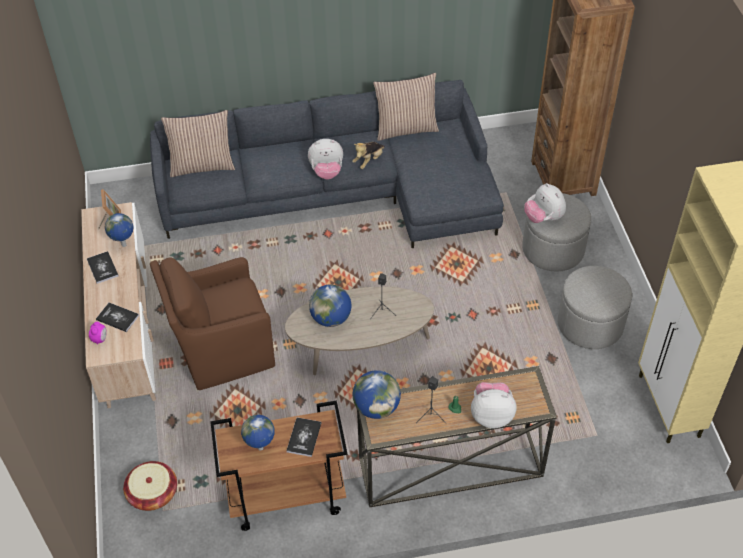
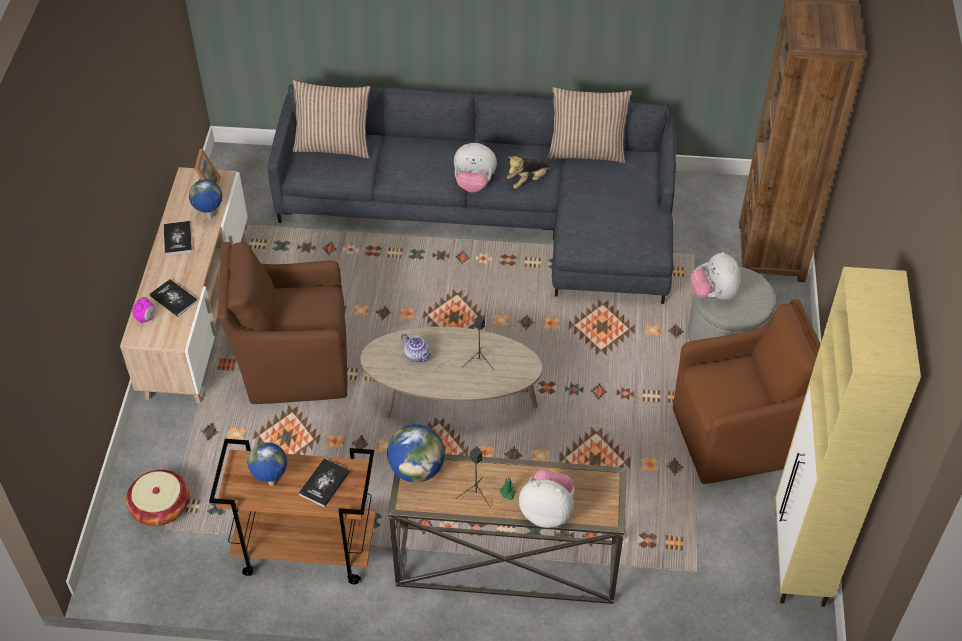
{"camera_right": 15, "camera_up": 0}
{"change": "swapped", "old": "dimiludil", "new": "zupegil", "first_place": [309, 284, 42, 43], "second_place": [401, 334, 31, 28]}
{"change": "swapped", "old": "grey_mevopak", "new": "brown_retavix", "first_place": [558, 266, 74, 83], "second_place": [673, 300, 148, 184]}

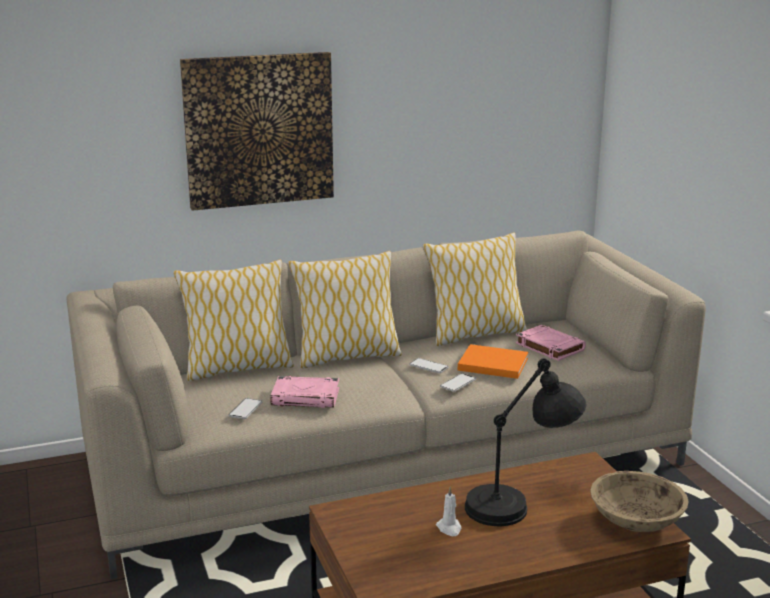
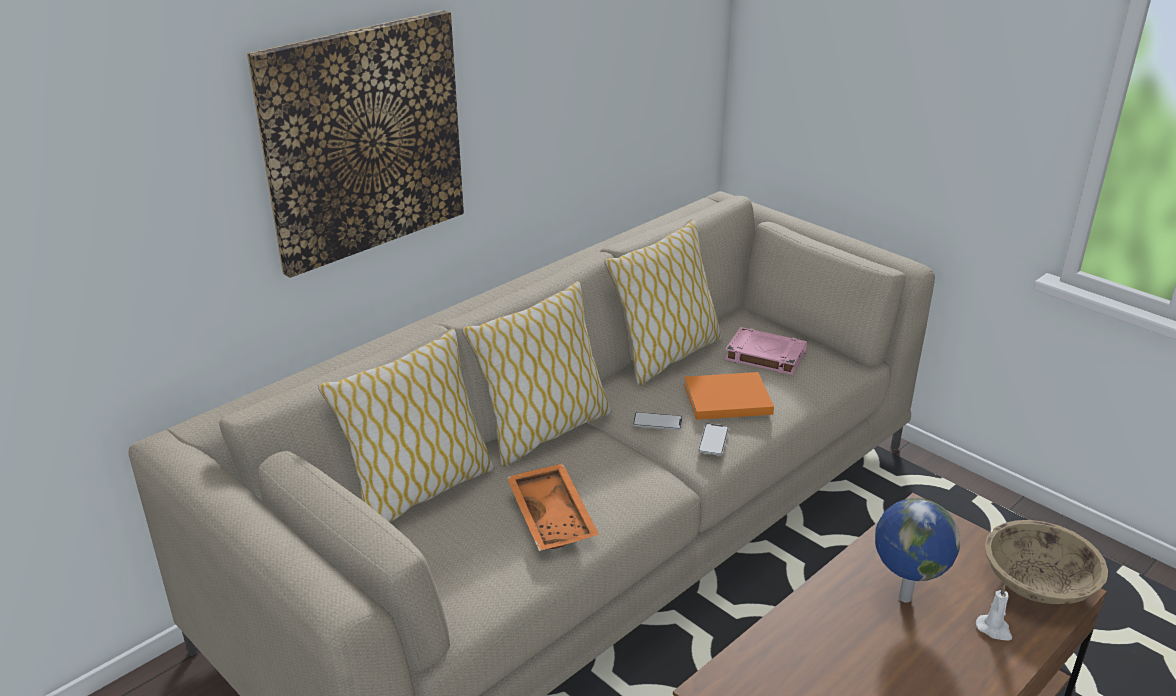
{"camera_right": -25, "camera_up": 10}
{"change": "gone", "old": "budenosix", "first_place": [228, 398, 34, 21]}
{"change": "swapped", "old": "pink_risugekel", "new": "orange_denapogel", "first_place": [270, 376, 69, 32], "second_place": [507, 463, 92, 88]}
{"change": "shifted", "old": "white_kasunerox", "first_place": [436, 487, 26, 49], "second_place": [976, 585, 36, 56]}
{"change": "swapped", "old": "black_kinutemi", "new": "dimiludil", "first_place": [465, 358, 122, 169], "second_place": [875, 498, 85, 105]}

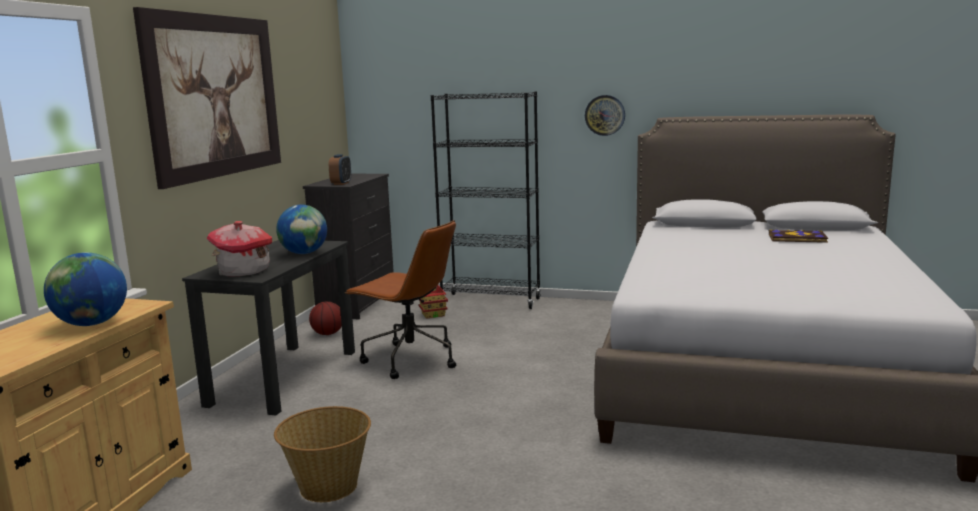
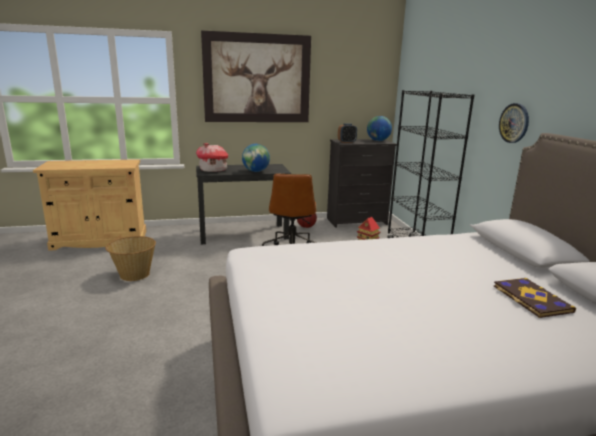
{"camera_right": 60, "camera_up": 5}
{"change": "shifted", "old": "dimiludil", "first_place": [44, 252, 83, 74], "second_place": [367, 116, 25, 25]}

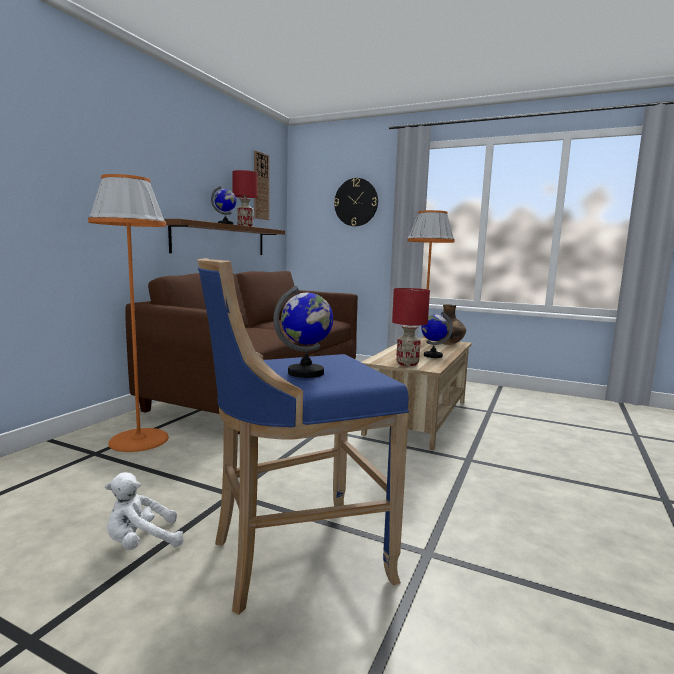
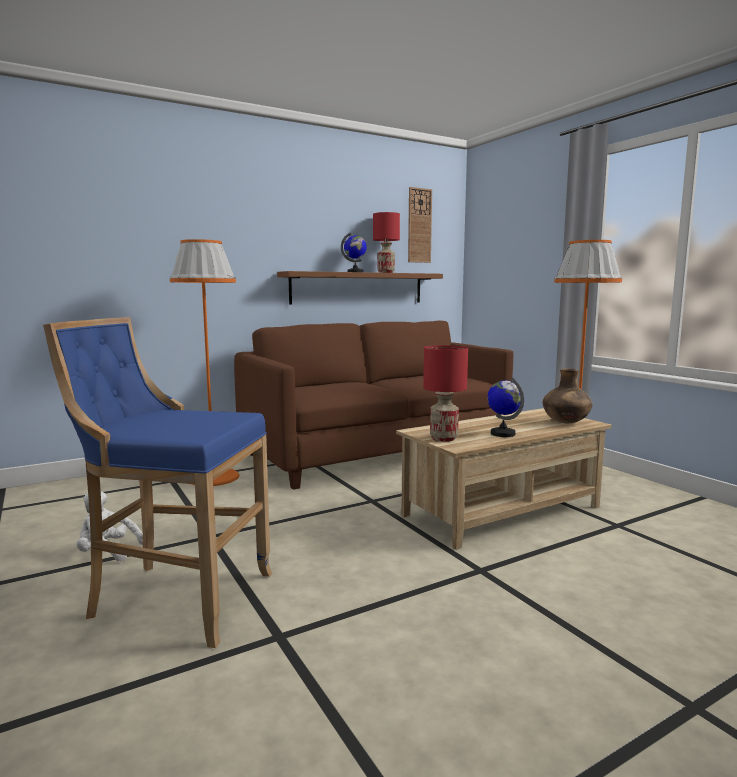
{"camera_right": 35, "camera_up": 0}
{"change": "gone", "old": "dimiludil", "first_place": [274, 286, 59, 92]}
{"change": "gone", "old": "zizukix", "first_place": [334, 178, 44, 48]}

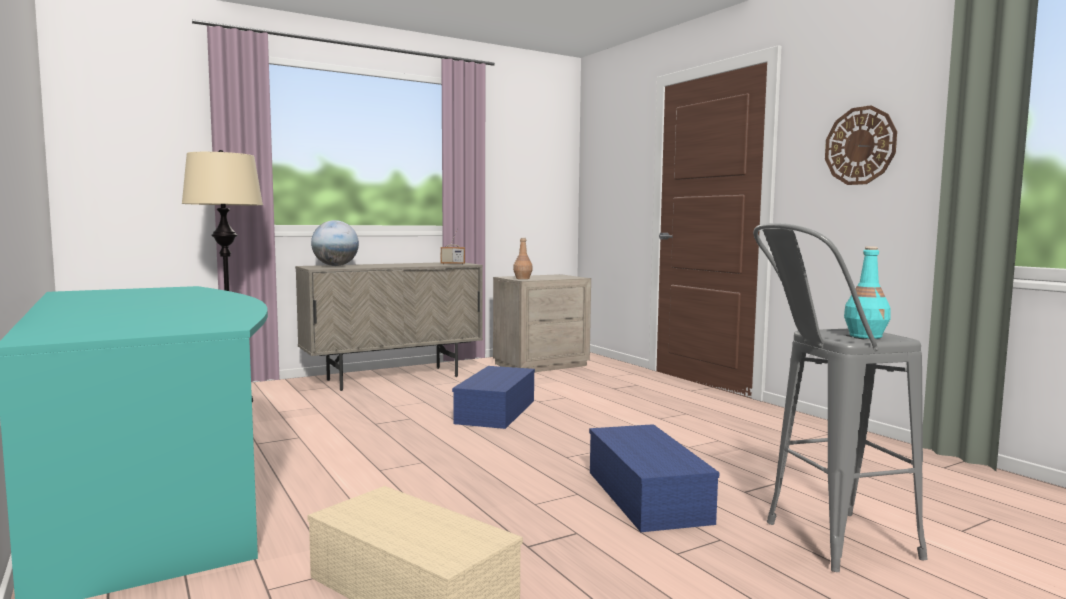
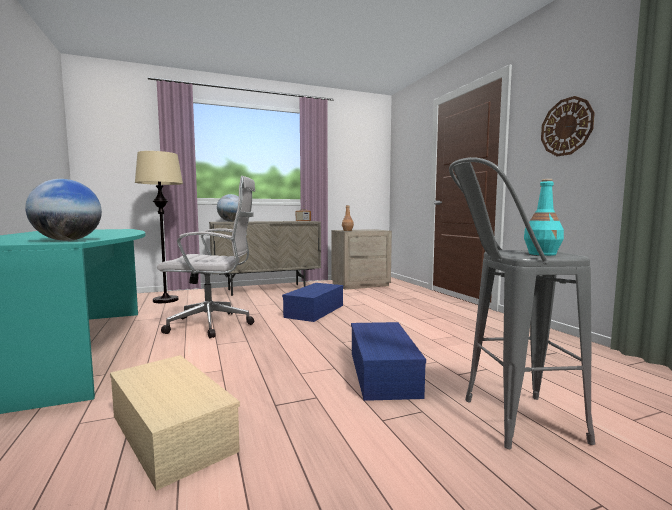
{"camera_right": 10, "camera_up": 0}
{"change": "new", "new": "dimiludil", "second_place": [25, 179, 77, 62]}
{"change": "new", "new": "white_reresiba", "second_place": [157, 176, 98, 162]}

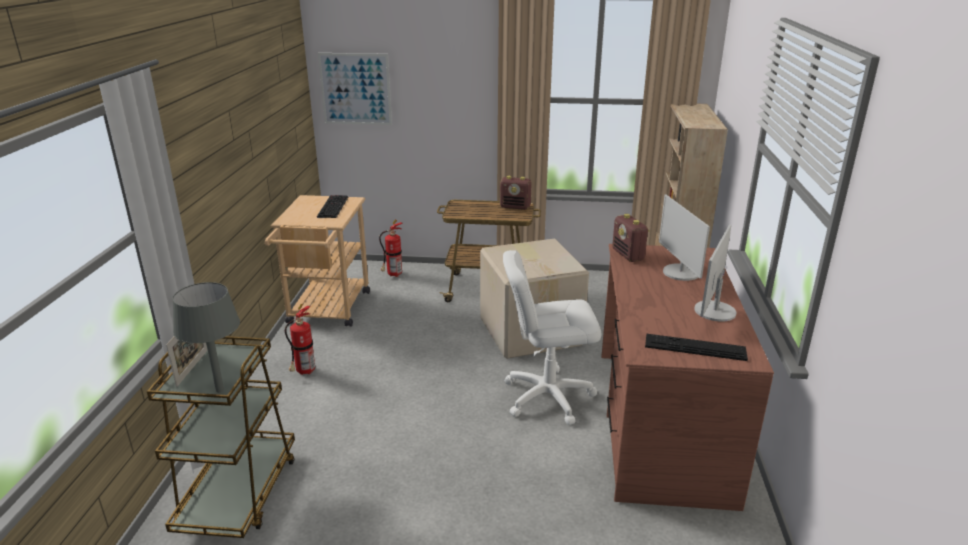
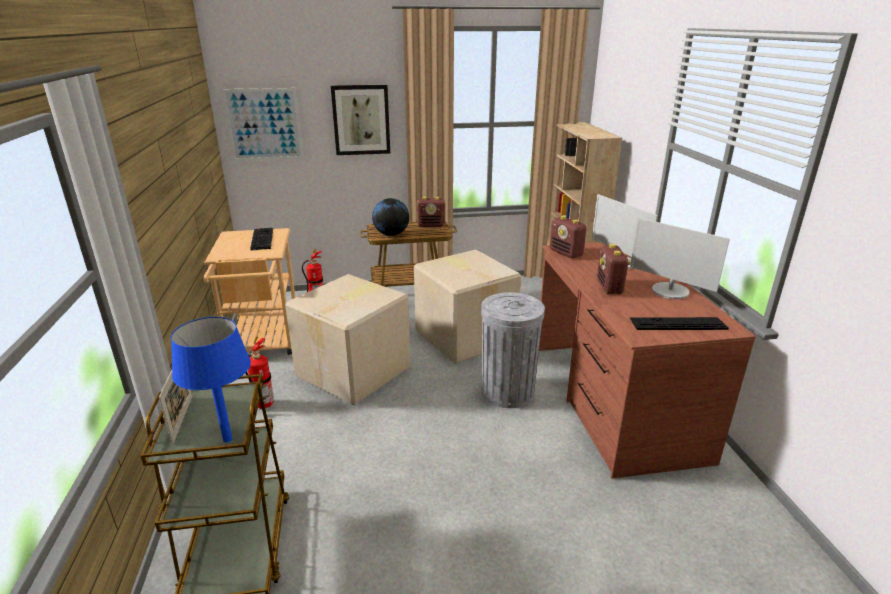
{"camera_right": -15, "camera_up": 0}
{"change": "repainted", "old": "grey_kinutemi", "new": "blue_kinutemi", "first_place": [172, 282, 68, 111], "second_place": [171, 317, 80, 125]}
{"change": "swapped", "old": "white_reresiba", "new": "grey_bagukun", "first_place": [503, 250, 98, 175], "second_place": [481, 292, 64, 116]}
{"change": "rotated", "old": "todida", "first_place": [695, 224, 41, 98], "second_place": [630, 218, 100, 81], "degrees": -60}
{"change": "new", "new": "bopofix", "second_place": [285, 274, 126, 131]}
{"change": "new", "new": "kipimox", "second_place": [331, 85, 59, 70]}
{"change": "new", "new": "dimiludil", "second_place": [372, 198, 37, 38]}
{"change": "new", "new": "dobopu", "second_place": [597, 244, 34, 50]}

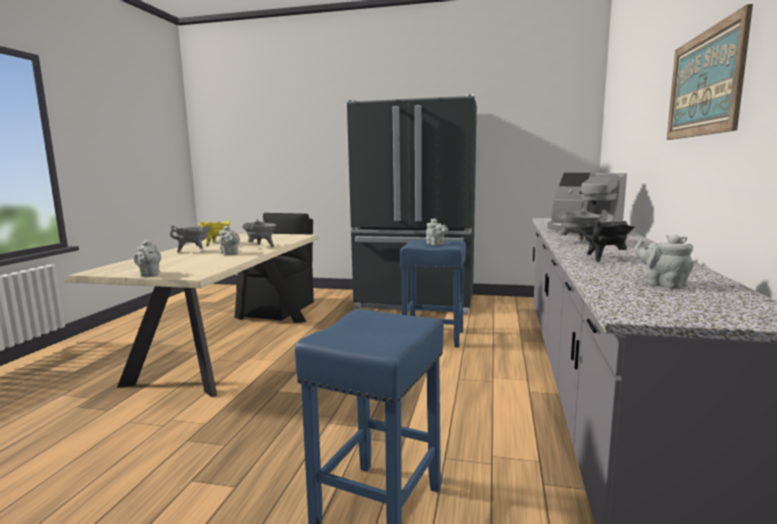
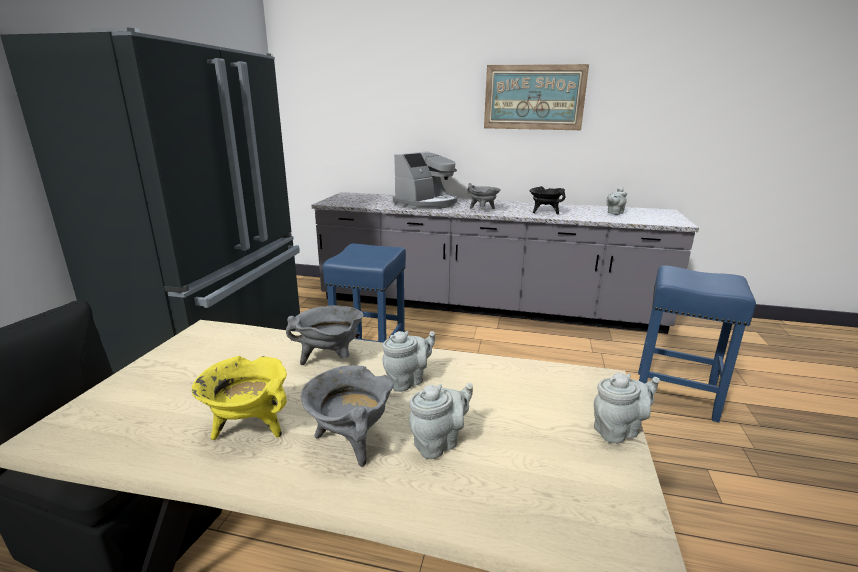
{"camera_right": -90, "camera_up": 10}
{"change": "shifted", "old": "grey_zupegil", "first_place": [426, 219, 22, 26], "second_place": [409, 383, 64, 76]}

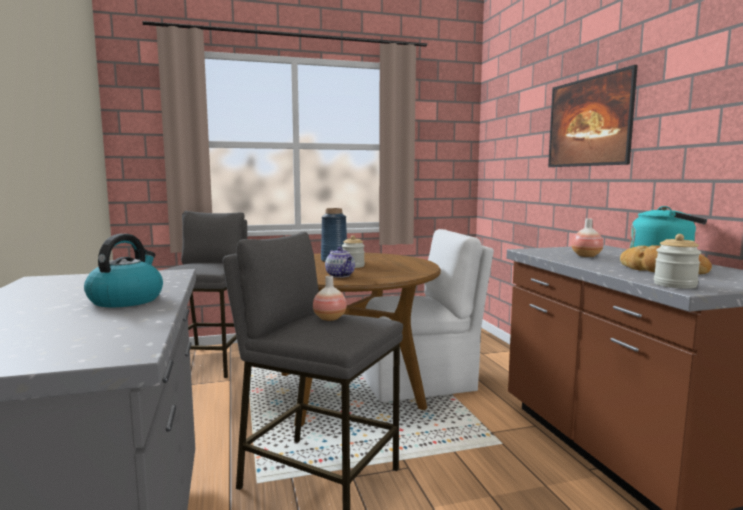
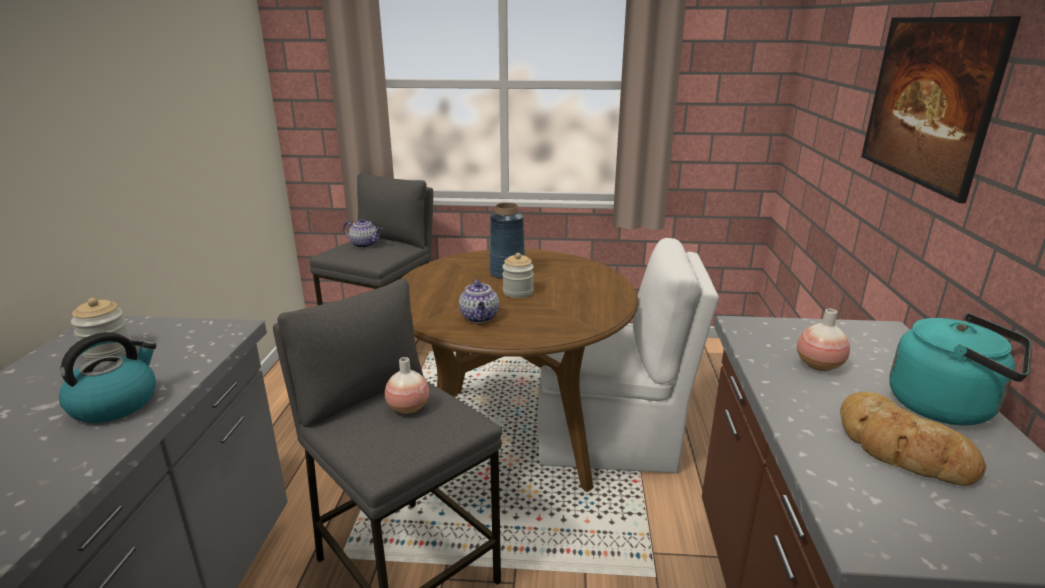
{"camera_right": 20, "camera_up": 15}
{"change": "shifted", "old": "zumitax", "first_place": [654, 234, 47, 55], "second_place": [71, 298, 60, 63]}
{"change": "new", "new": "zupegil", "second_place": [343, 218, 39, 30]}

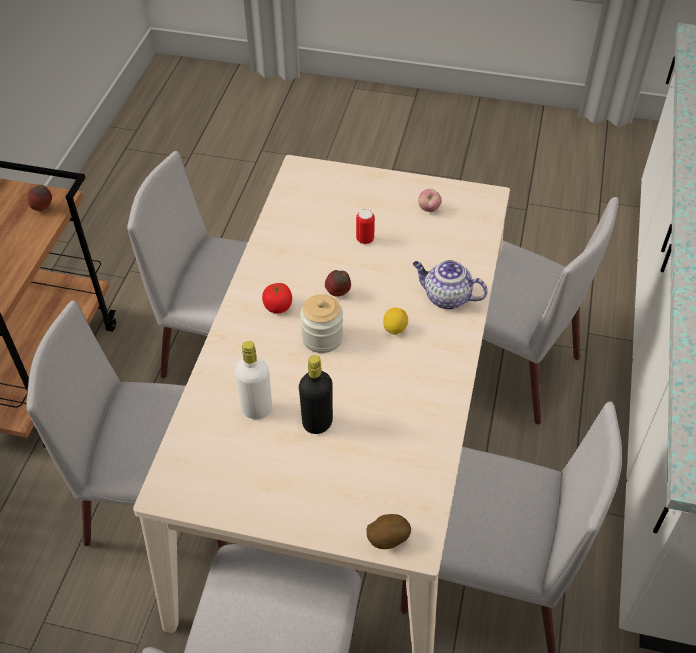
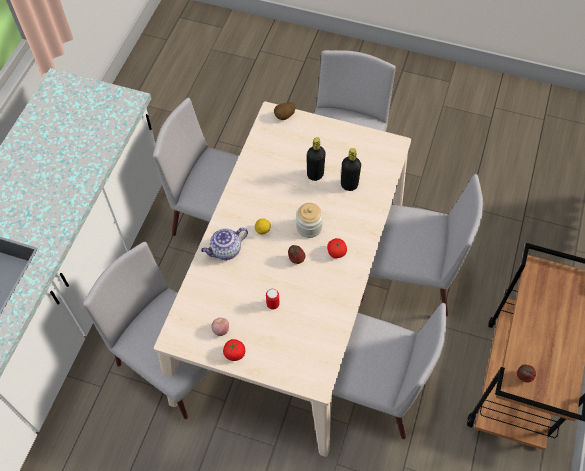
{"camera_right": -175, "camera_up": 10}
{"change": "repainted", "old": "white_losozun", "new": "black_losozun", "first_place": [234, 341, 38, 78], "second_place": [341, 148, 20, 43]}
{"change": "rotated", "old": "zupegil", "first_place": [413, 260, 75, 49], "second_place": [201, 227, 47, 33], "degrees": 120}
{"change": "new", "new": "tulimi", "second_place": [223, 339, 22, 22]}

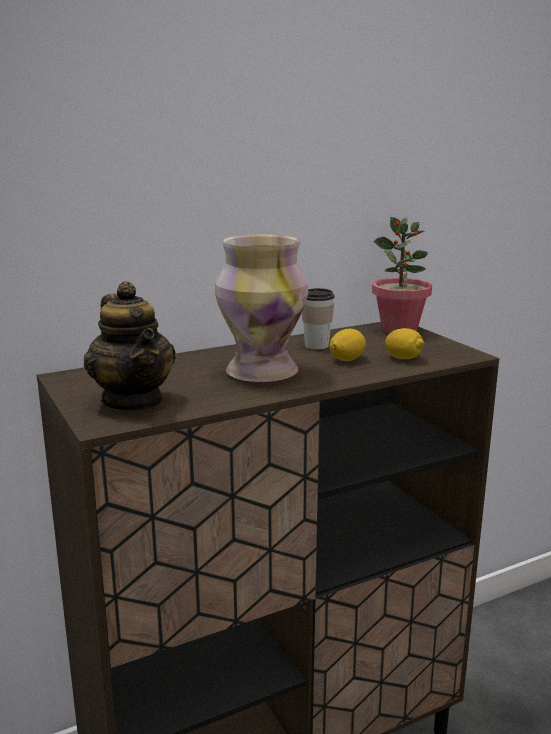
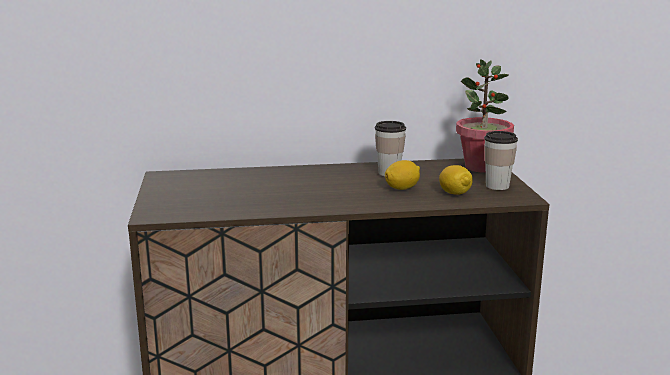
{"camera_right": 20, "camera_up": 0}
{"change": "gone", "old": "zupegil", "first_place": [84, 281, 92, 130]}
{"change": "gone", "old": "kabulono", "first_place": [215, 234, 93, 148]}
{"change": "new", "new": "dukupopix", "second_place": [484, 131, 34, 59]}

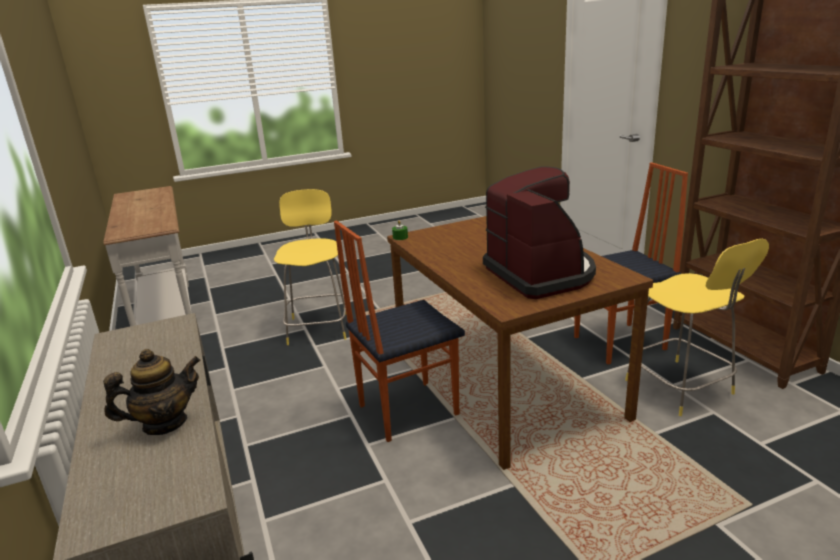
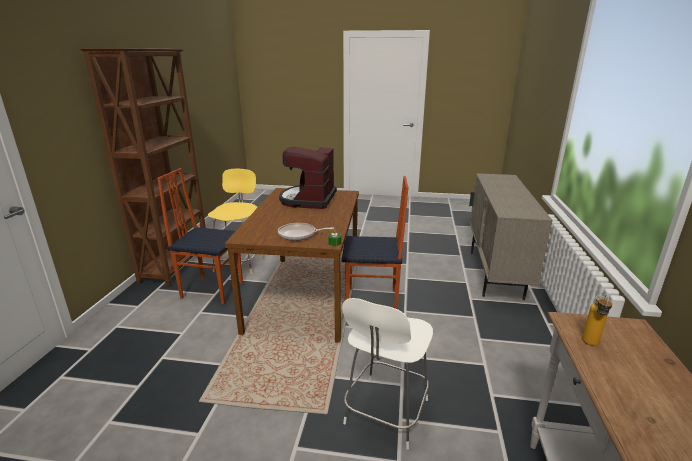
{"camera_right": -150, "camera_up": 0}
{"change": "gone", "old": "zupegil", "first_place": [103, 349, 98, 86]}
{"change": "repainted", "old": "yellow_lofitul", "new": "white_lofitul", "first_place": [274, 189, 72, 156], "second_place": [342, 298, 91, 152]}
{"change": "new", "new": "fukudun", "second_place": [278, 223, 56, 18]}
{"change": "new", "new": "losozun", "second_place": [582, 295, 30, 51]}

